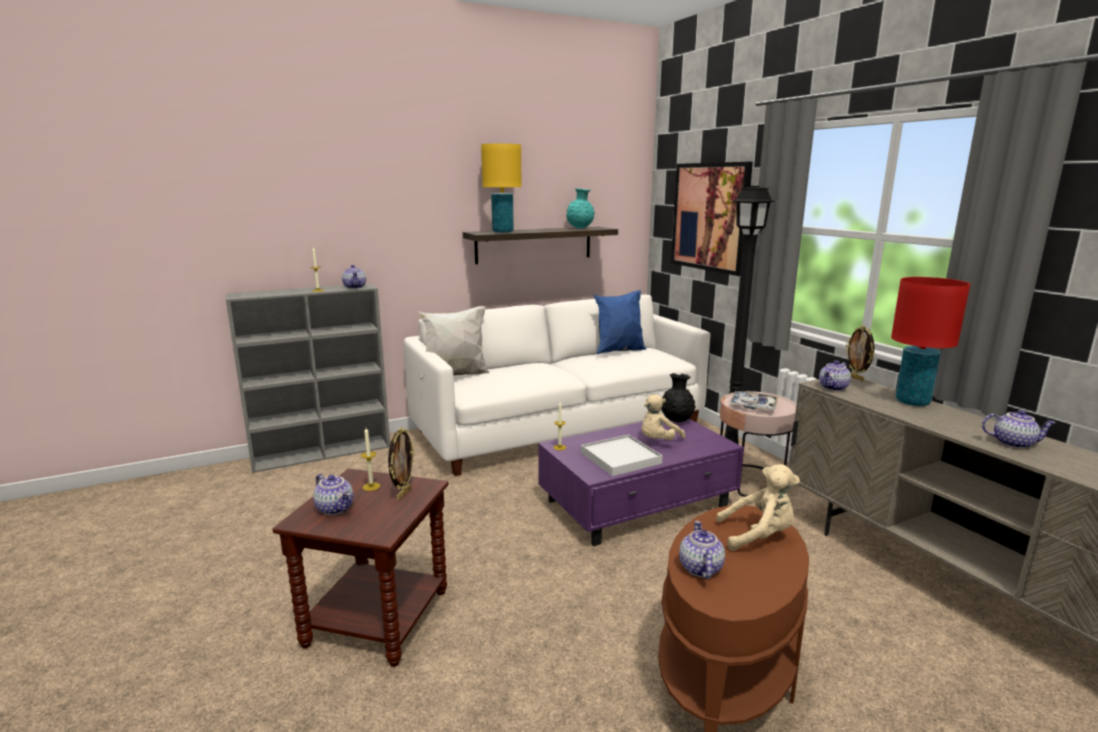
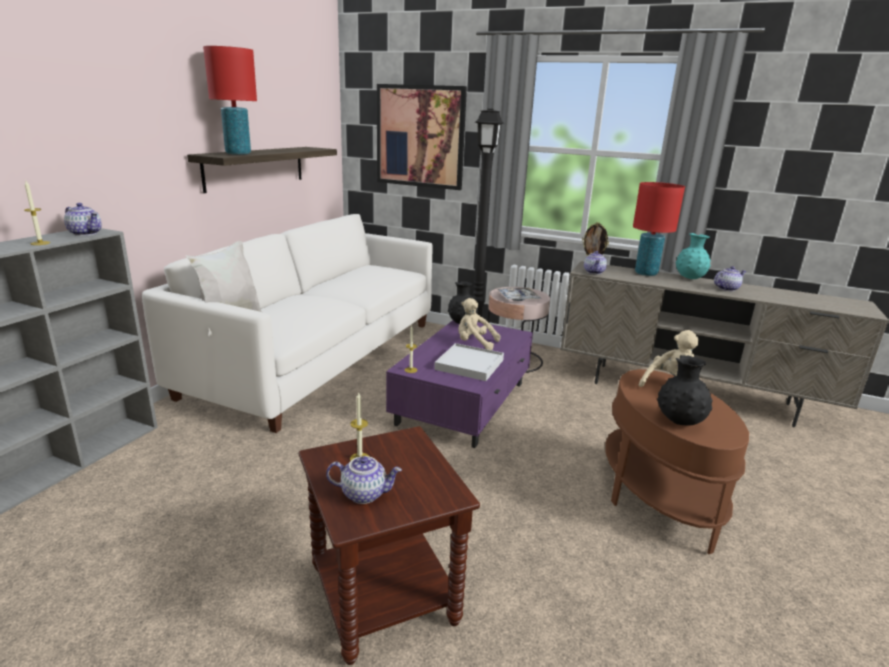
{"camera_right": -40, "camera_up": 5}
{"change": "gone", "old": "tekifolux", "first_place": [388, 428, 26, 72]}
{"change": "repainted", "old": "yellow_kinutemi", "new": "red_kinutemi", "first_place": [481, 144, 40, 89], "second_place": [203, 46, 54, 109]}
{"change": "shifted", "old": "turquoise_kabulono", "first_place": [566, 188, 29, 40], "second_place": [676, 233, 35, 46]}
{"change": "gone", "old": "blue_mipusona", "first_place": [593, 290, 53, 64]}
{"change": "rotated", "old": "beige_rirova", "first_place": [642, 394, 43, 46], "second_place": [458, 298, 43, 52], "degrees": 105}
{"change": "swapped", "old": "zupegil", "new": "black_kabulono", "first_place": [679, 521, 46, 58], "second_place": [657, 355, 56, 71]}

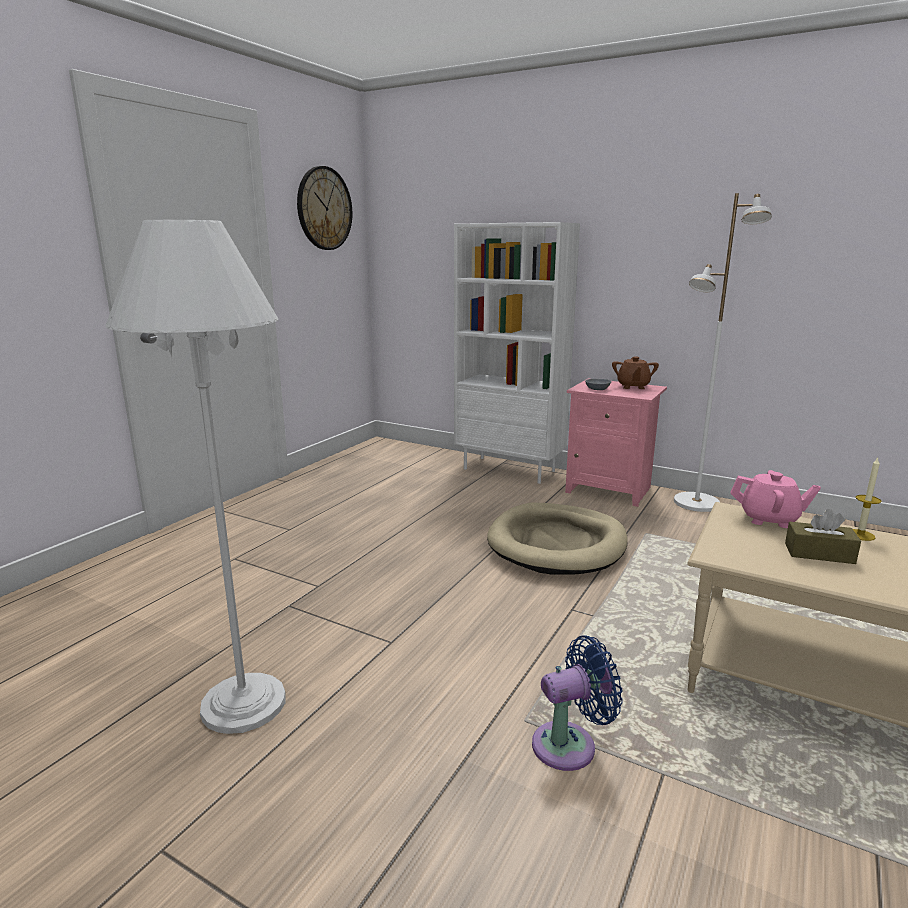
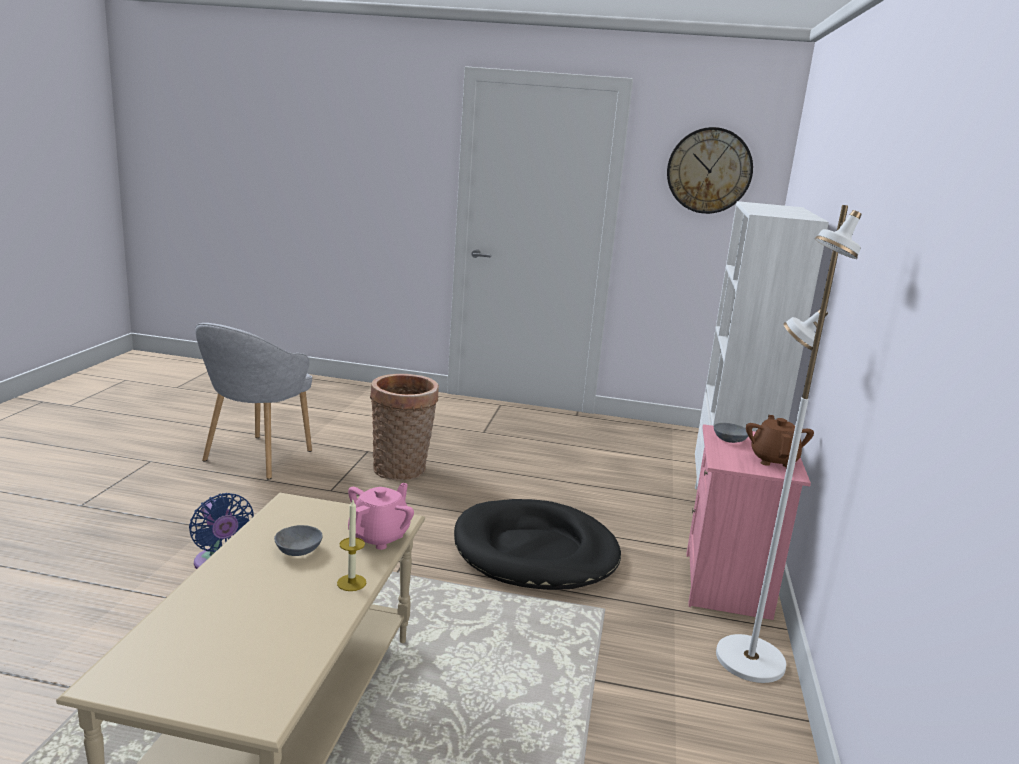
{"camera_right": 70, "camera_up": 0}
{"change": "swapped", "old": "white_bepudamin", "new": "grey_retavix", "first_place": [105, 220, 181, 514], "second_place": [195, 323, 117, 156]}
{"change": "repainted", "old": "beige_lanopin", "new": "black_lanopin", "first_place": [487, 503, 141, 71], "second_place": [454, 499, 167, 91]}
{"change": "rotated", "old": "brown_zupegil", "first_place": [612, 357, 47, 32], "second_place": [746, 415, 68, 52], "degrees": 105}
{"change": "rotated", "old": "pink_zupegil", "first_place": [731, 470, 90, 58], "second_place": [348, 483, 66, 67], "degrees": -150}
{"change": "swapped", "old": "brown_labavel", "new": "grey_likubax", "first_place": [785, 509, 76, 55], "second_place": [274, 525, 49, 31]}
{"change": "new", "new": "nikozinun", "second_place": [370, 374, 69, 106]}

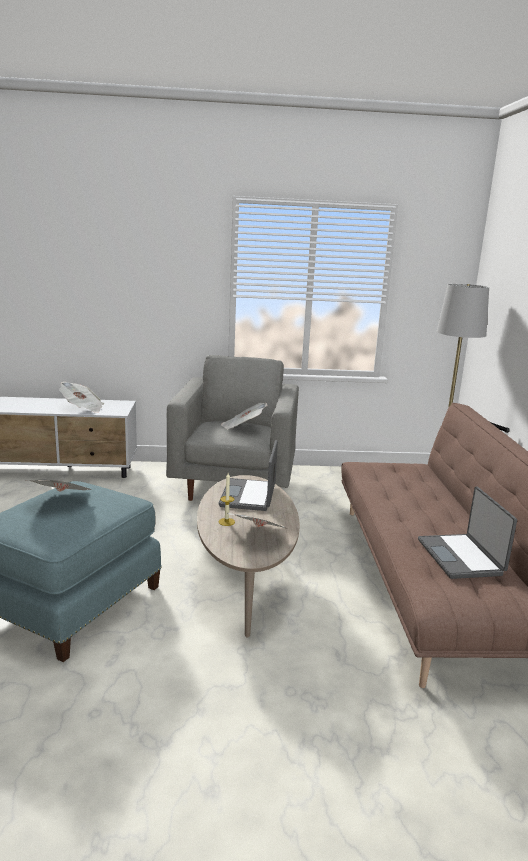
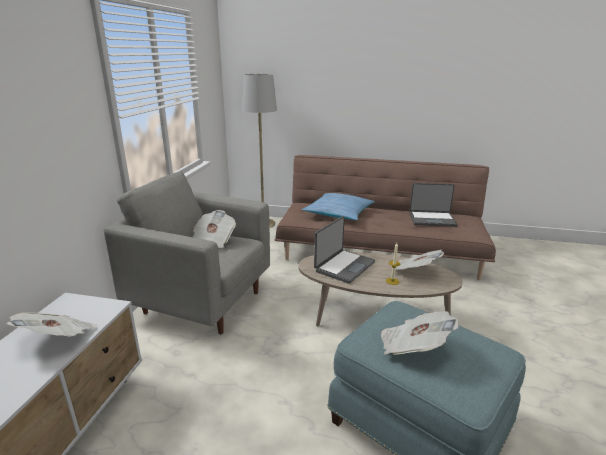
{"camera_right": -75, "camera_up": 5}
{"change": "rotated", "old": "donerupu", "first_place": [218, 440, 60, 71], "second_place": [314, 216, 61, 68], "degrees": -75}
{"change": "new", "new": "mipusona", "second_place": [302, 193, 73, 27]}

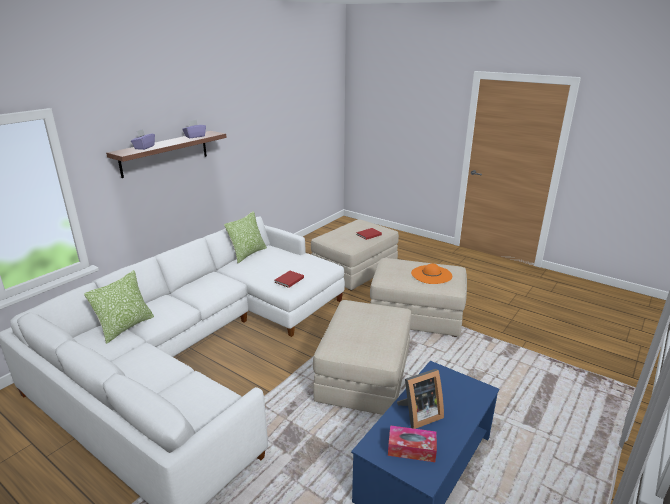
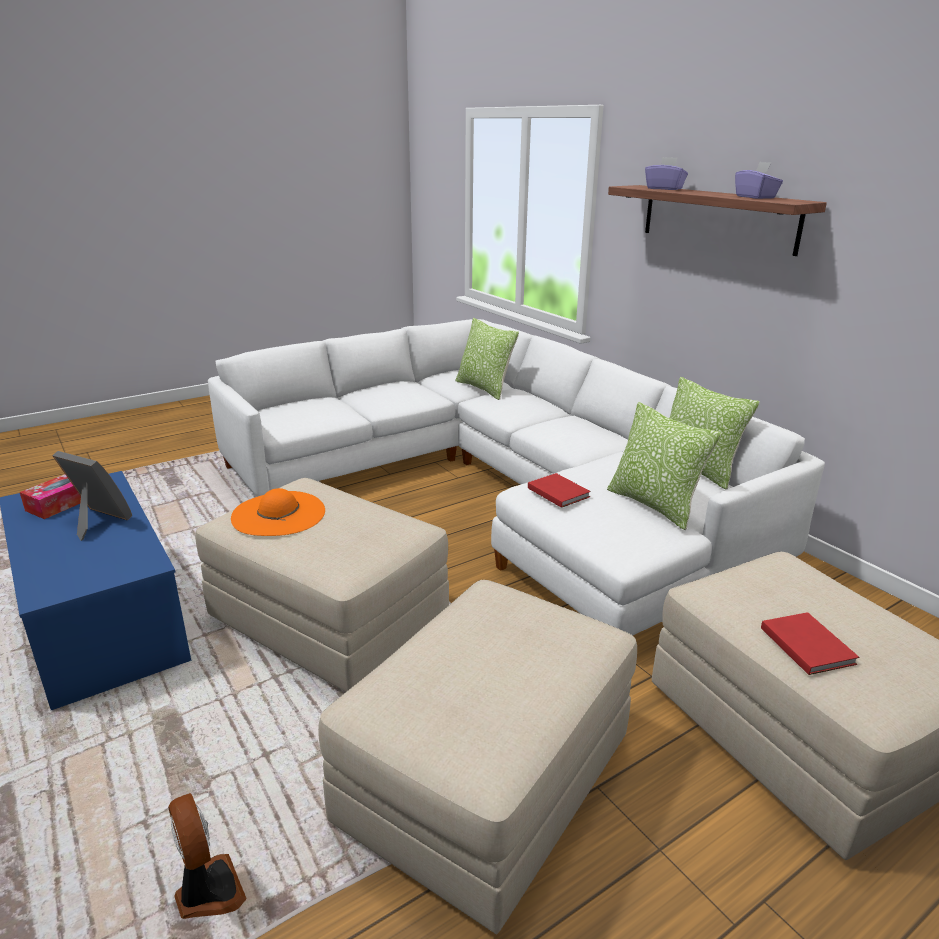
{"camera_right": 110, "camera_up": 0}
{"change": "rotated", "old": "tekifolux", "first_place": [397, 369, 47, 60], "second_place": [52, 451, 80, 90], "degrees": 120}
{"change": "shifted", "old": "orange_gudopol", "first_place": [411, 263, 41, 21], "second_place": [231, 488, 94, 48]}
{"change": "new", "new": "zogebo", "second_place": [168, 793, 79, 126]}
{"change": "new", "new": "mipusona", "second_place": [607, 402, 114, 128]}

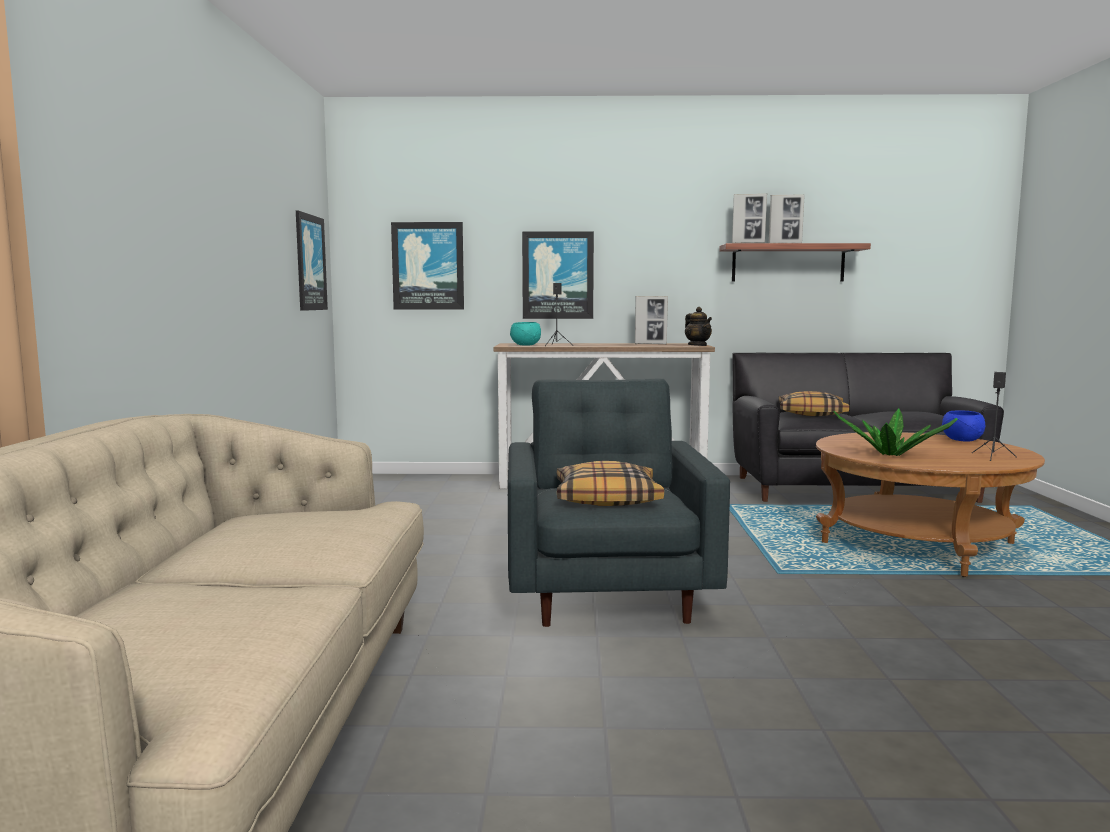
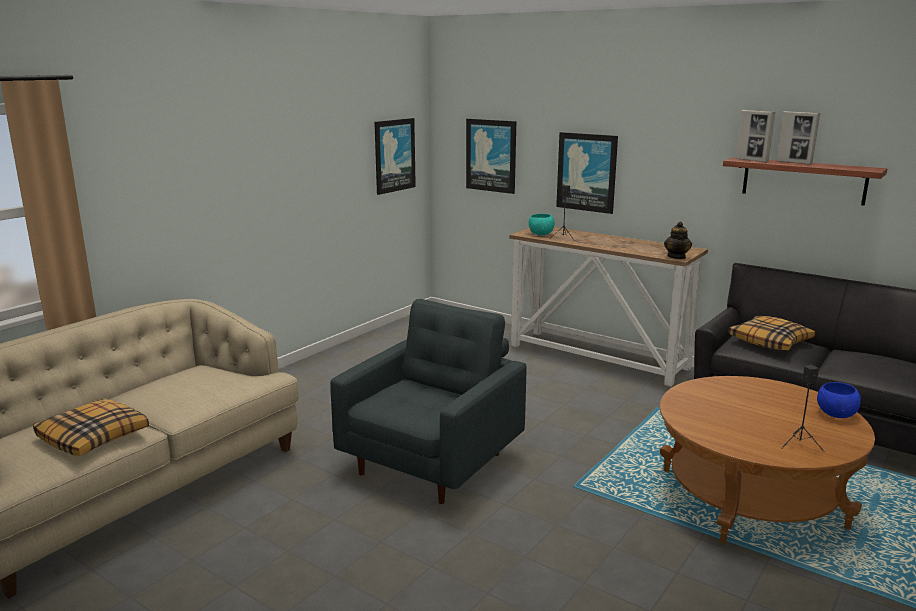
{"camera_right": 35, "camera_up": 10}
{"change": "shifted", "old": "mipusona", "first_place": [557, 461, 107, 45], "second_place": [33, 398, 116, 58]}
{"change": "gone", "old": "tekifolux", "first_place": [635, 296, 33, 48]}
{"change": "gone", "old": "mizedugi", "first_place": [834, 409, 124, 47]}

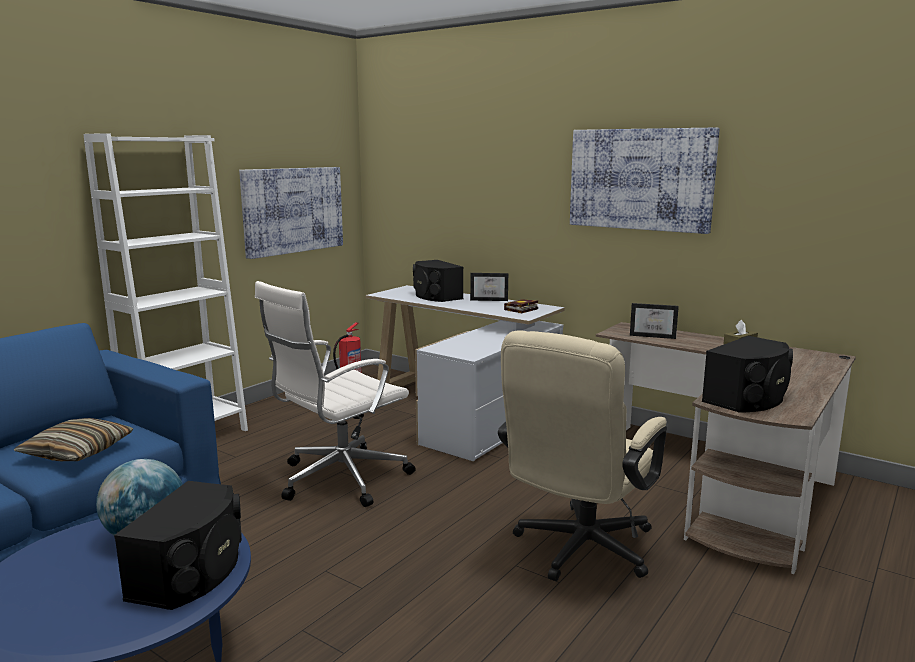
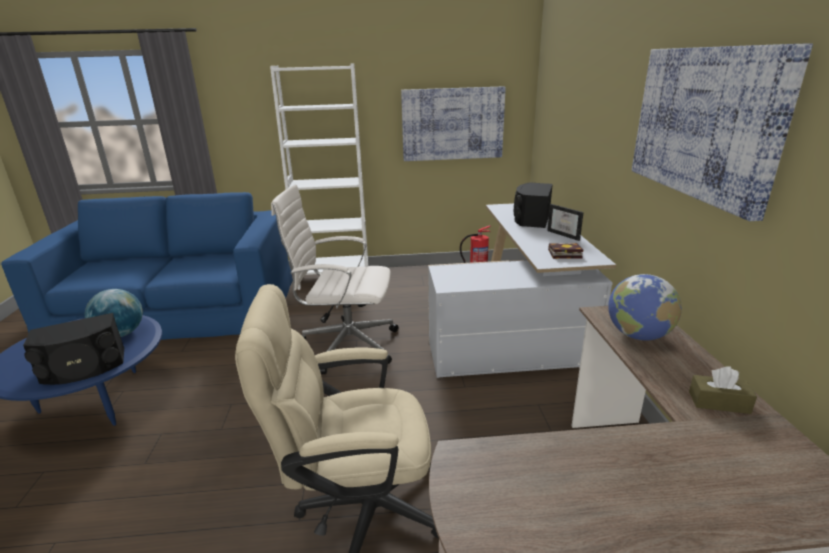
{"camera_right": 50, "camera_up": 10}
{"change": "gone", "old": "mipusona", "first_place": [14, 418, 120, 43]}
{"change": "swapped", "old": "tekifolux", "new": "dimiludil", "first_place": [630, 303, 49, 36], "second_place": [608, 274, 74, 66]}
{"change": "gone", "old": "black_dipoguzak", "first_place": [702, 336, 91, 77]}

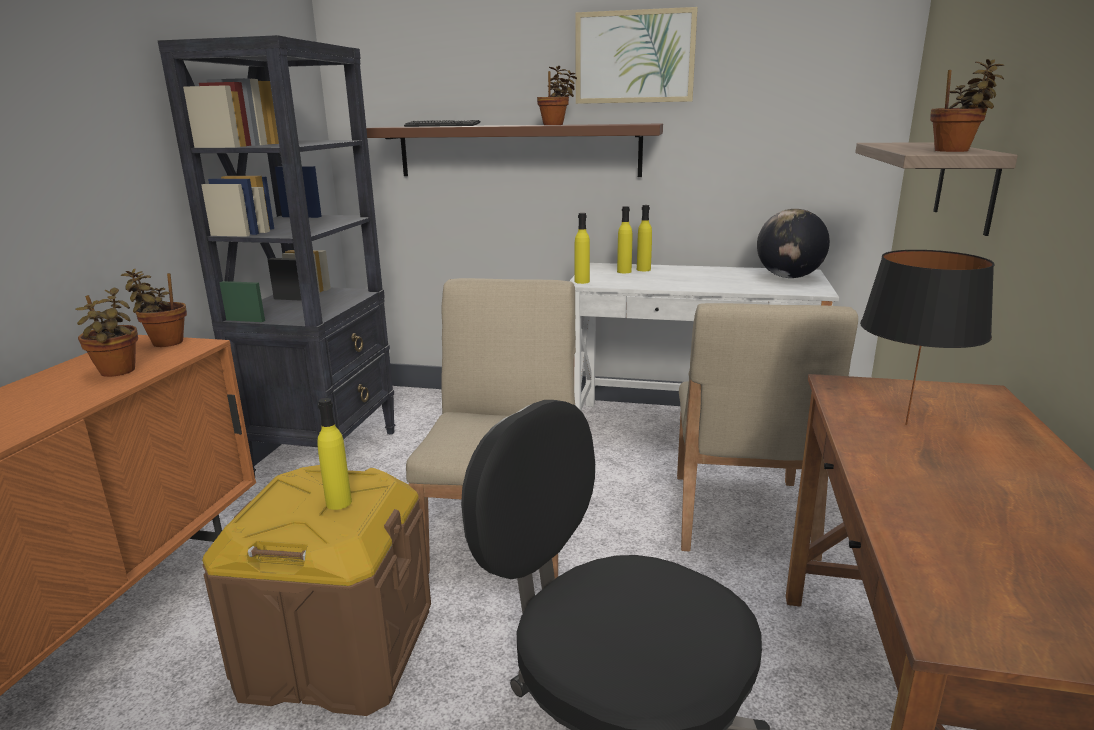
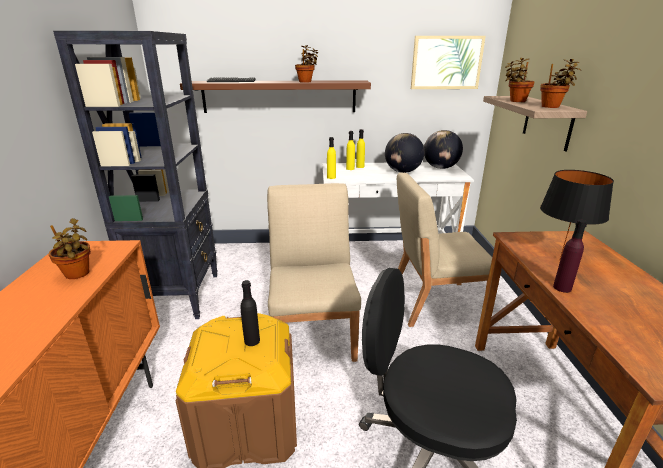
{"camera_right": -15, "camera_up": 5}
{"change": "shifted", "old": "mizedugi", "first_place": [121, 269, 66, 78], "second_place": [505, 58, 30, 44]}
{"change": "repainted", "old": "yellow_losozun", "new": "black_losozun", "first_place": [317, 398, 35, 112], "second_place": [240, 280, 20, 66]}
{"change": "shifted", "old": "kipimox", "first_place": [576, 7, 122, 97], "second_place": [411, 36, 75, 53]}
{"change": "rotated", "old": "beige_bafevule", "first_place": [677, 303, 181, 258], "second_place": [397, 173, 95, 154], "degrees": 90}
{"change": "new", "new": "dimiludil", "second_place": [385, 133, 39, 40]}
{"change": "new", "new": "purple_losozun", "second_place": [553, 219, 34, 74]}

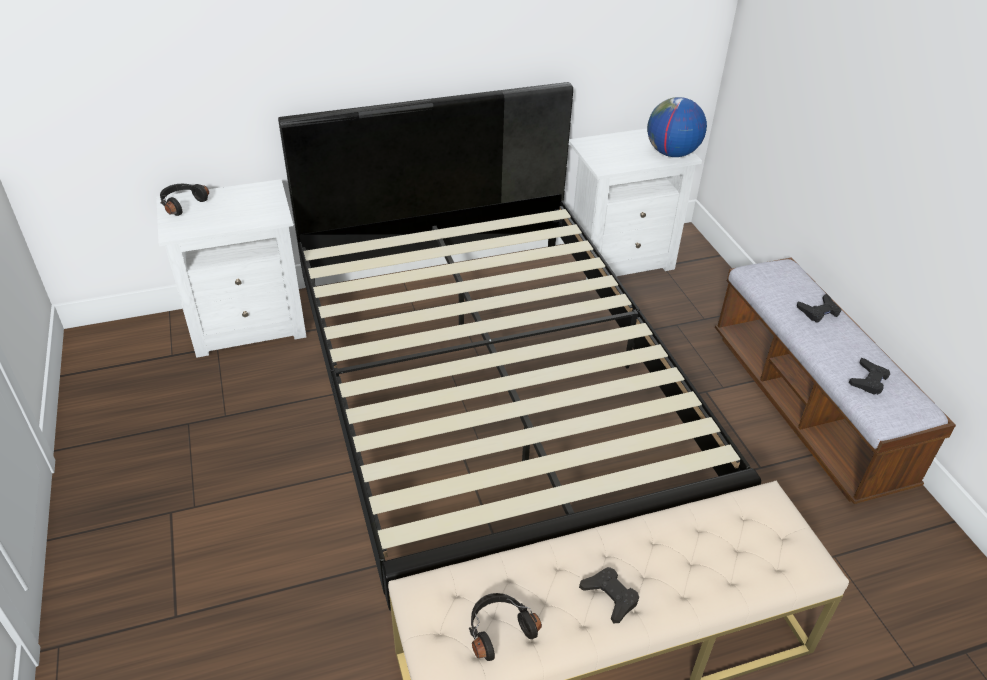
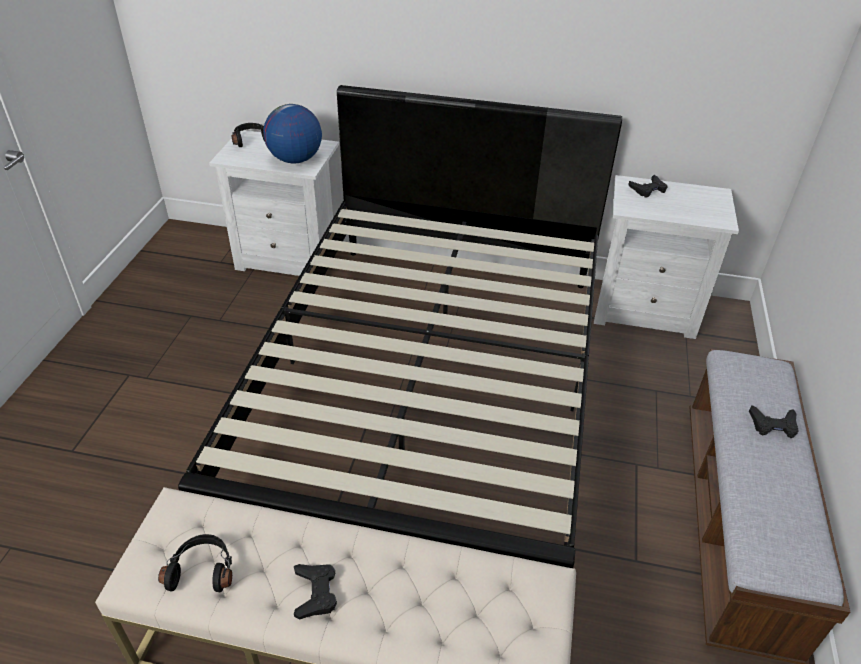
{"camera_right": 30, "camera_up": 0}
{"change": "shifted", "old": "dimiludil", "first_place": [647, 97, 60, 60], "second_place": [263, 104, 59, 60]}
{"change": "shifted", "old": "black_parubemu", "first_place": [849, 358, 41, 37], "second_place": [628, 175, 40, 22]}

